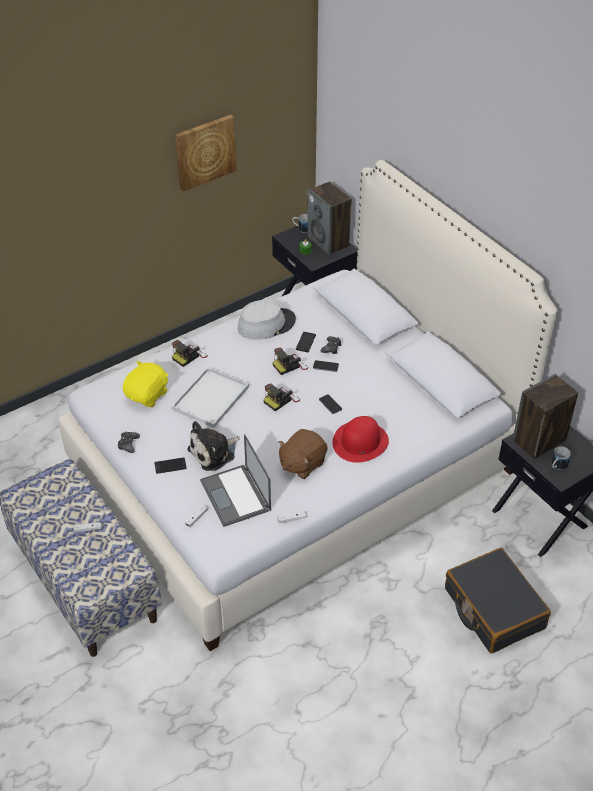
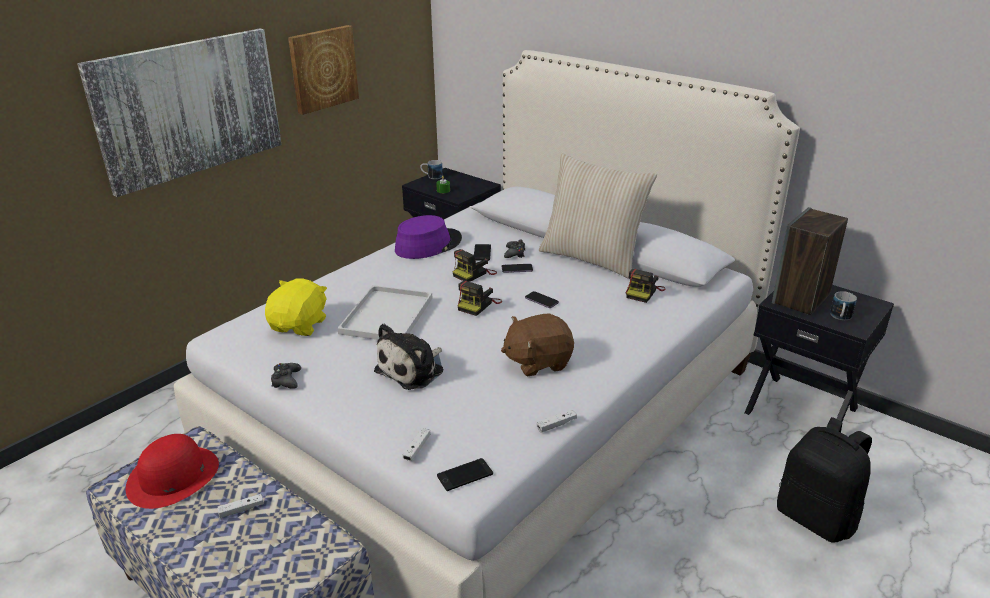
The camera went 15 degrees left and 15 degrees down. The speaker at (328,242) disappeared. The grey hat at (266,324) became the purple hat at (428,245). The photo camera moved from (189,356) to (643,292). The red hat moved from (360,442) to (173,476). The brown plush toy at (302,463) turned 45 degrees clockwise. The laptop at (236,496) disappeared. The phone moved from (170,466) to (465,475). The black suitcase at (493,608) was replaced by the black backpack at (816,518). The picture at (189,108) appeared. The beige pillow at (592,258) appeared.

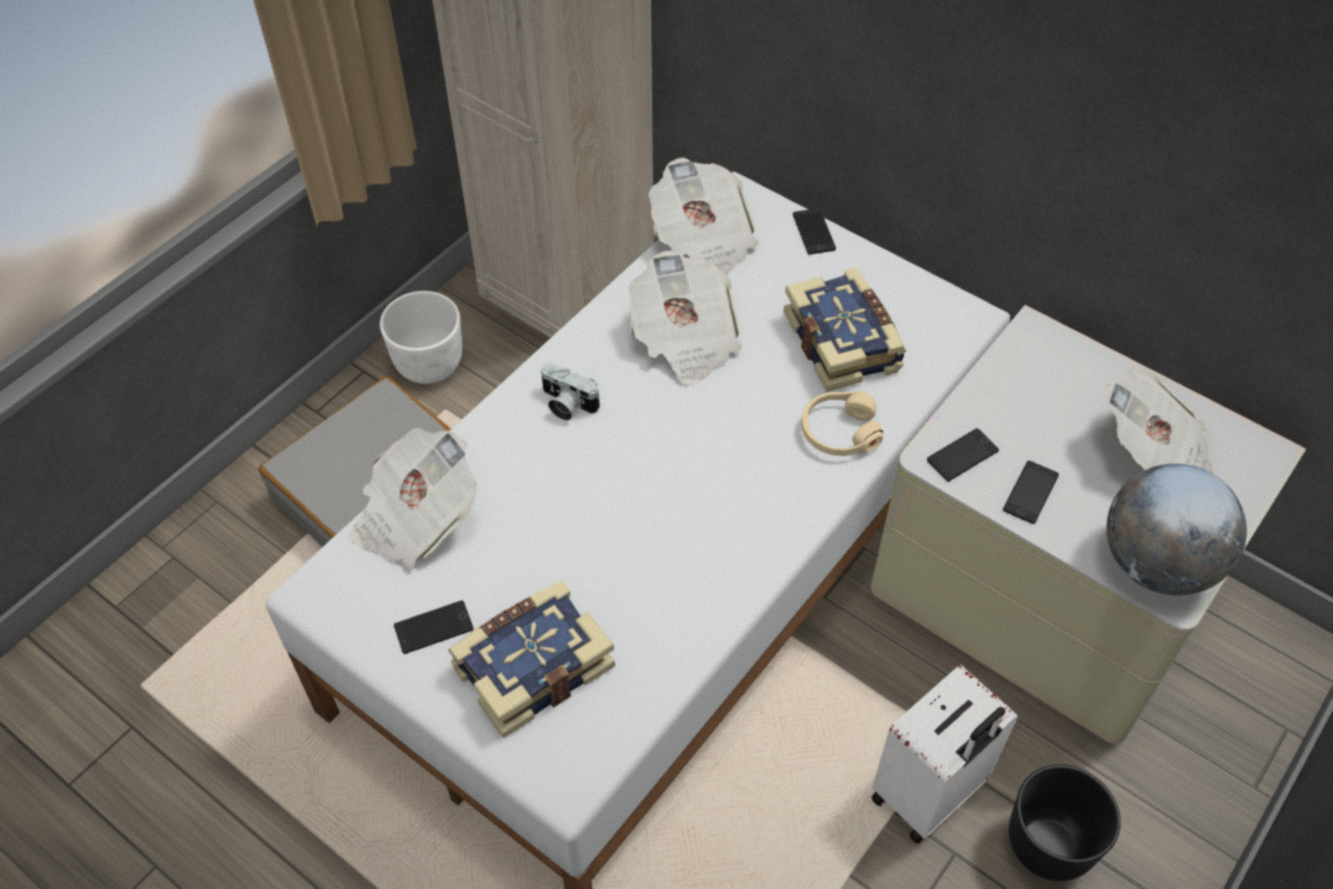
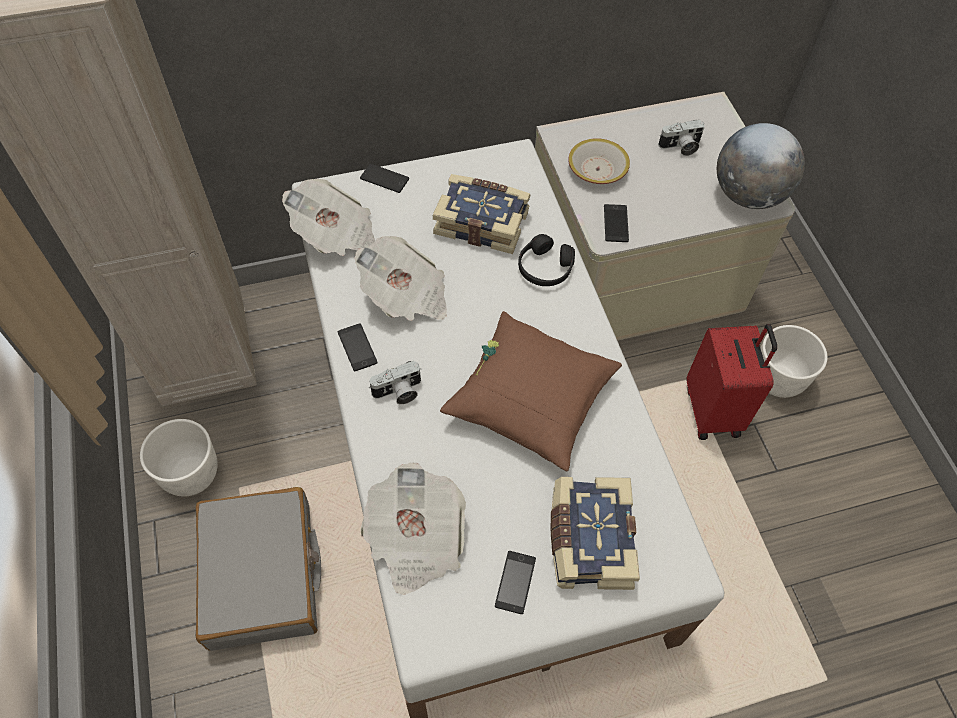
The camera went 55 degrees left and 5 degrees up. The newspaper at (1154,454) was replaced by the photo camera at (680,147). The beige headphones at (839,432) became the black headphones at (545,268). The phone moved from (1030,492) to (357,347). The white suitcase at (929,794) became the red suitcase at (714,411). The black planter at (1049,846) became the white planter at (778,379). The bowl at (597,170) appeared. The brown pillow at (531,400) appeared.

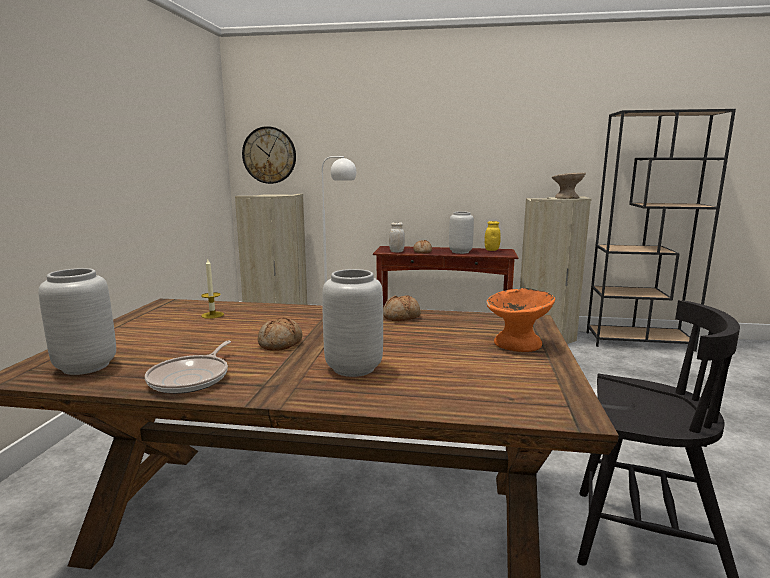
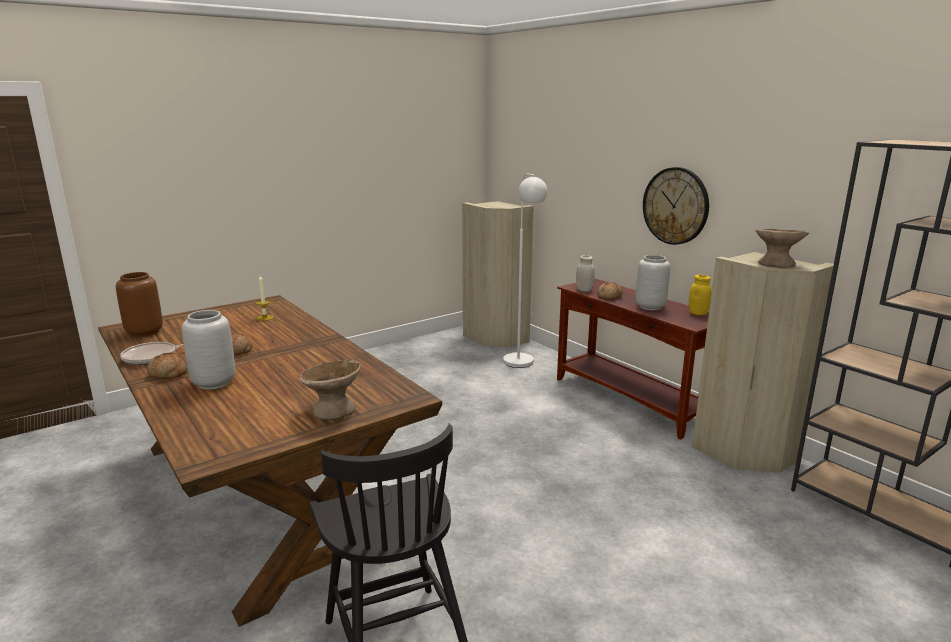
The camera went 45 degrees right and 5 degrees up. The wall clock moved from (269,155) to (675,206). The grey vase at (84,367) became the brown vase at (144,332). The orange bowl at (517,344) became the beige bowl at (334,410). The bread moved from (401,317) to (167,374).

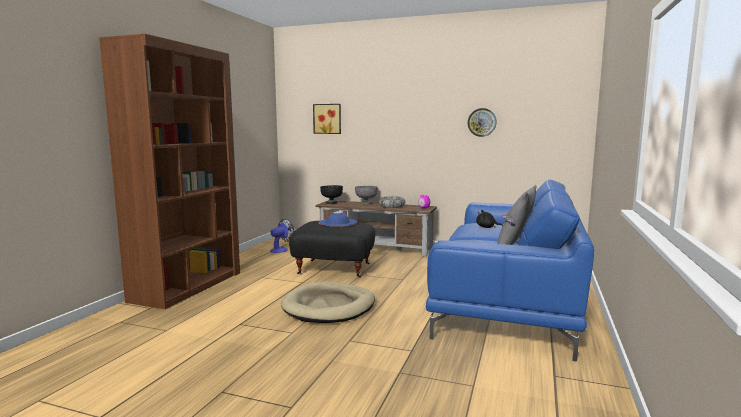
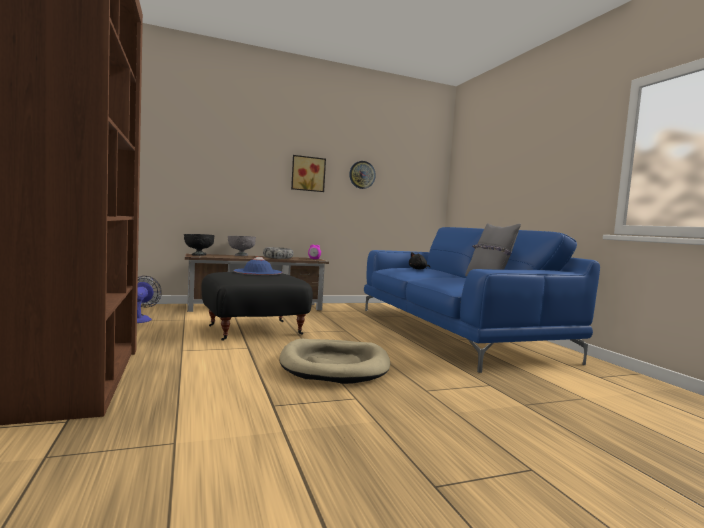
The camera went 40 degrees left and 5 degrees down. The picture moved from (327,119) to (308,174).

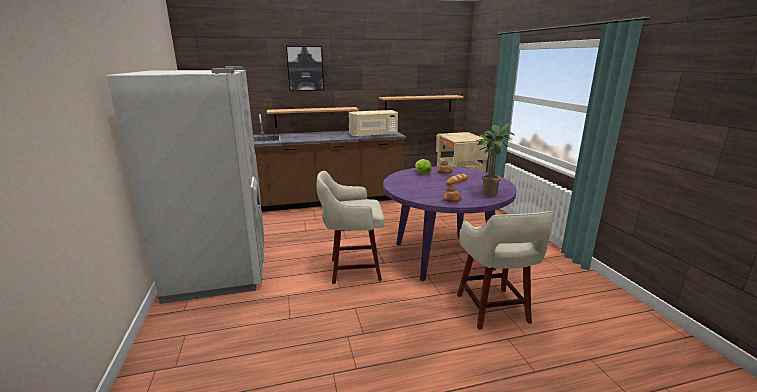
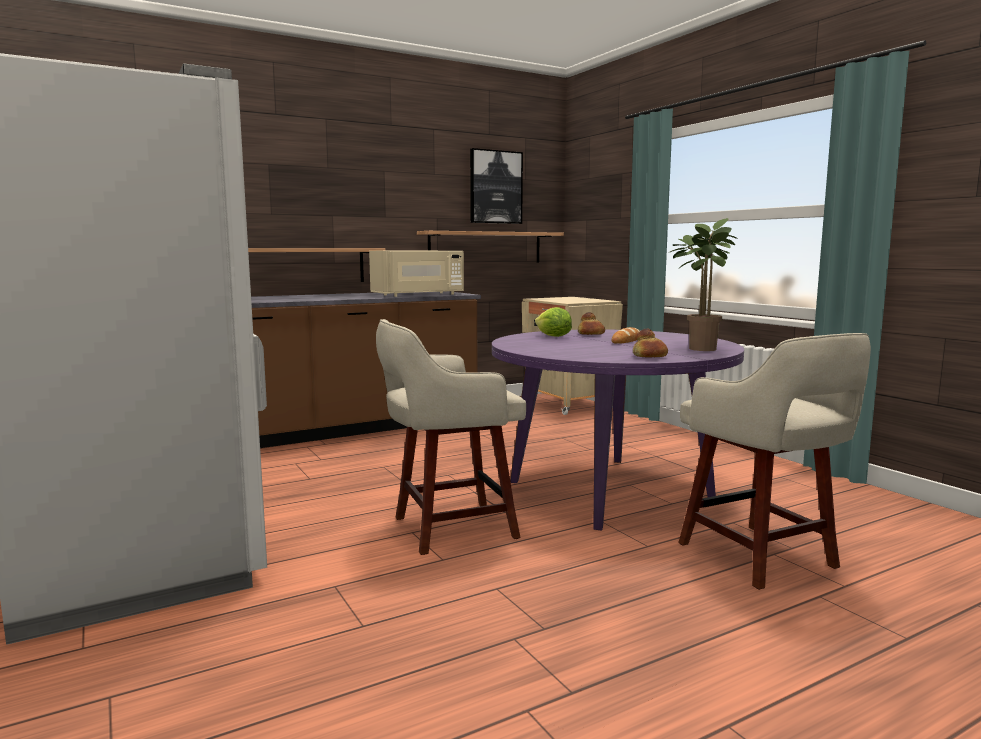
The camera went 15 degrees left and 10 degrees down. The picture moved from (305,68) to (495,187).

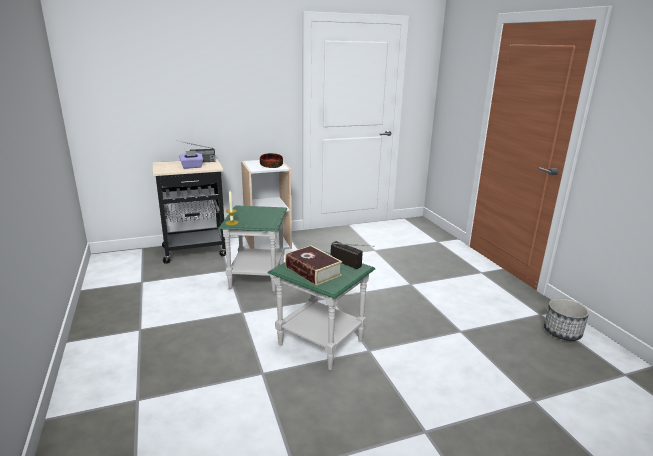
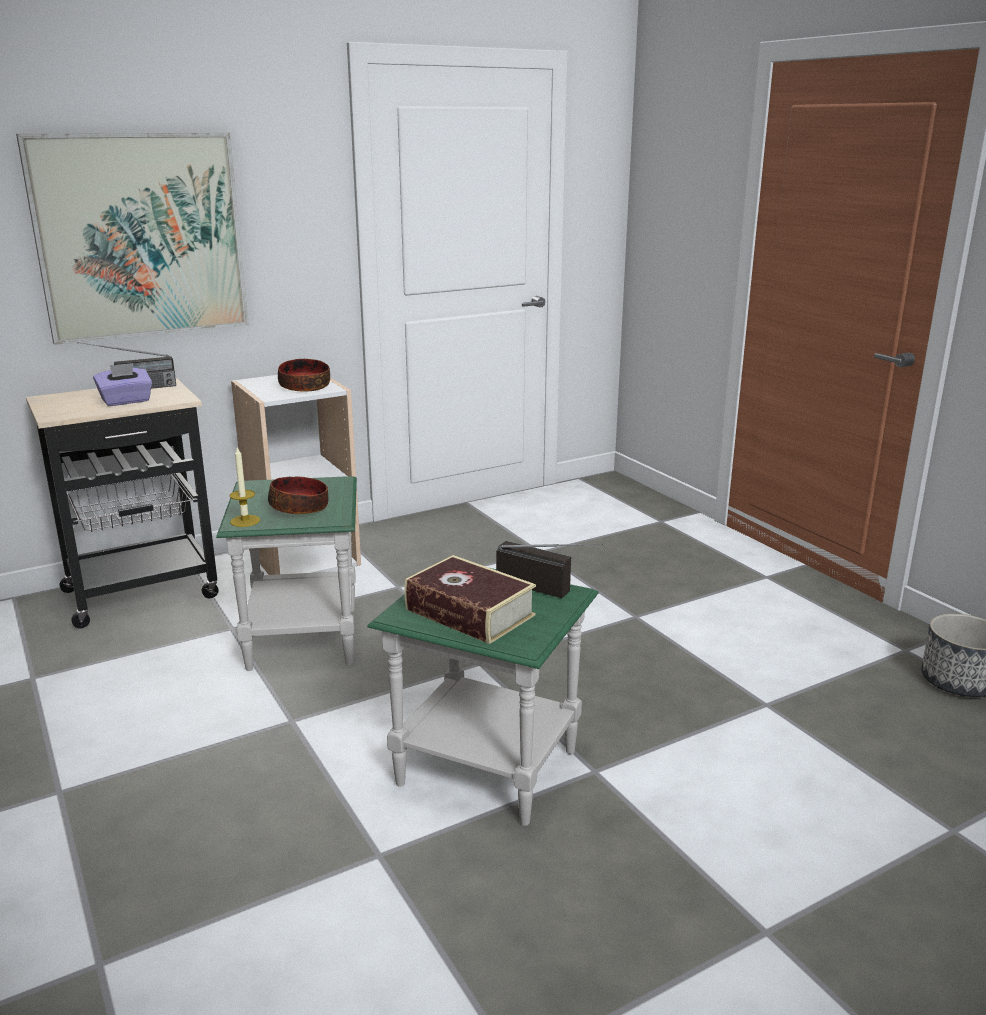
The camera went 10 degrees left and 0 degrees up. The picture at (140,236) appeared. The bowl at (300,508) appeared.

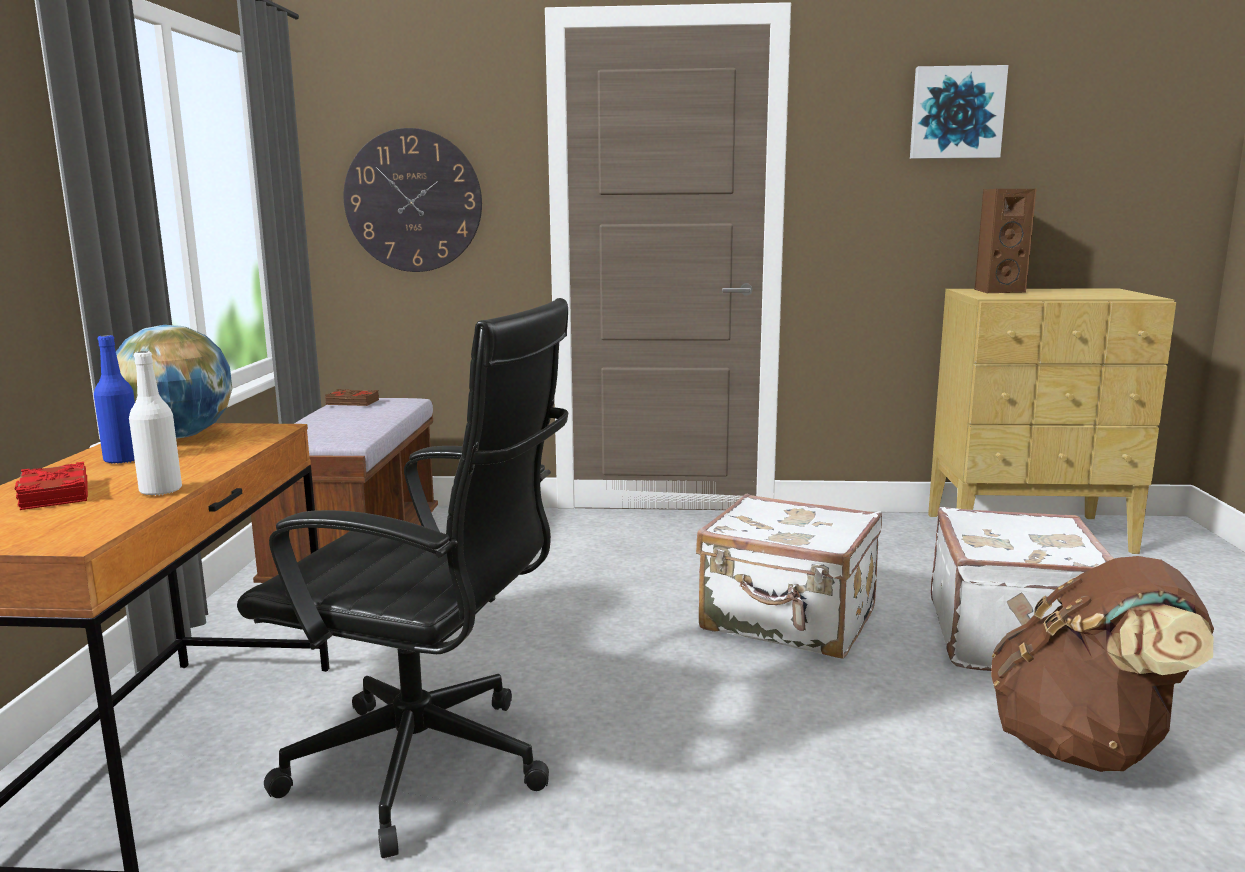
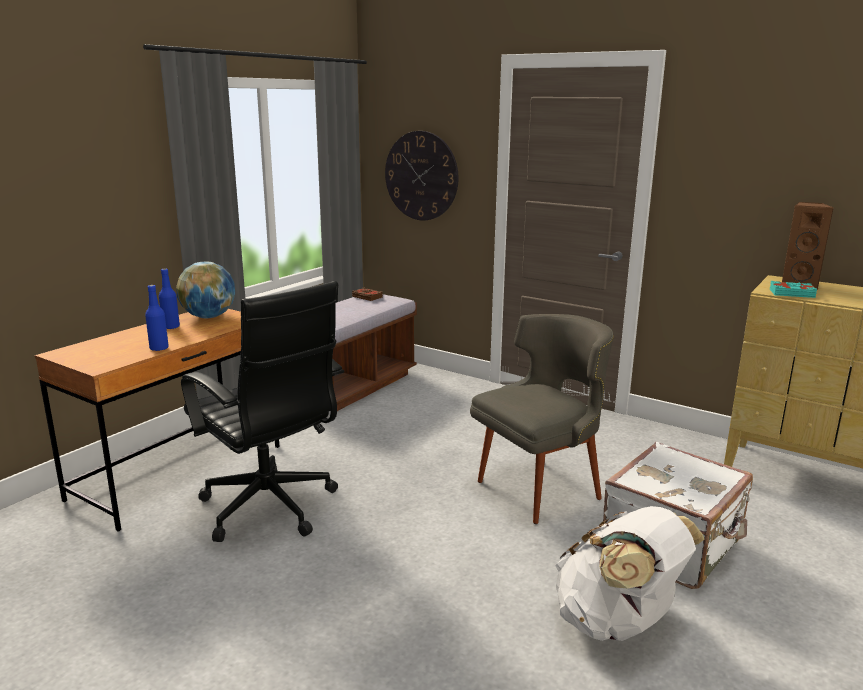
The camera went 30 degrees right and 5 degrees up. The picture at (956,113) disappeared. The white bottle at (161,491) became the blue bottle at (159,348). The red book at (53,495) disappeared. The white suitcase at (788,622) was replaced by the grey chair at (537,491). The brown backpack at (1085,748) became the white backpack at (617,623). The turquoise book at (791,293) appeared.

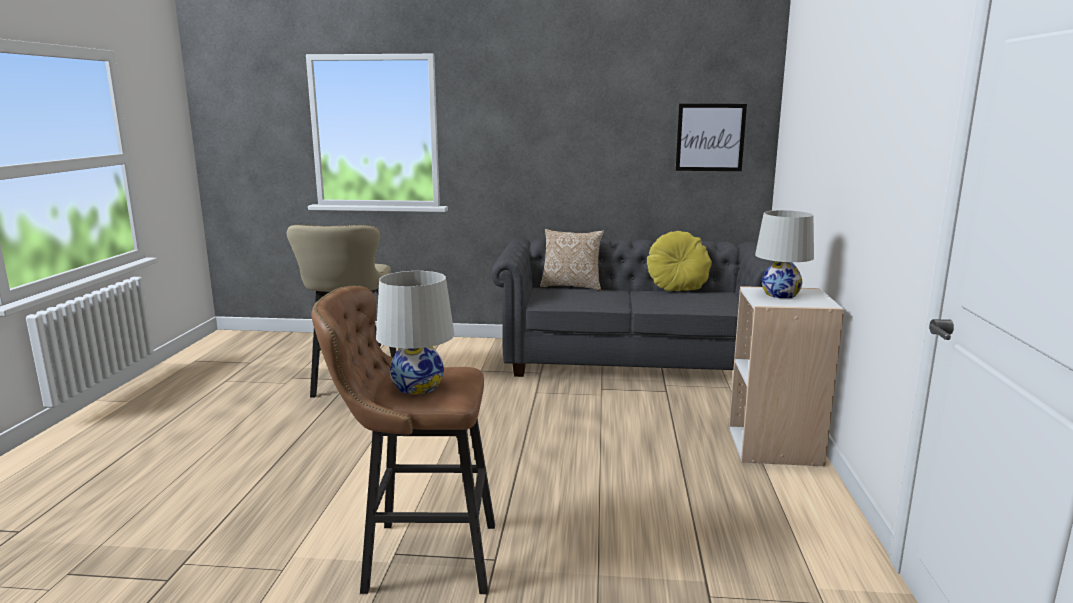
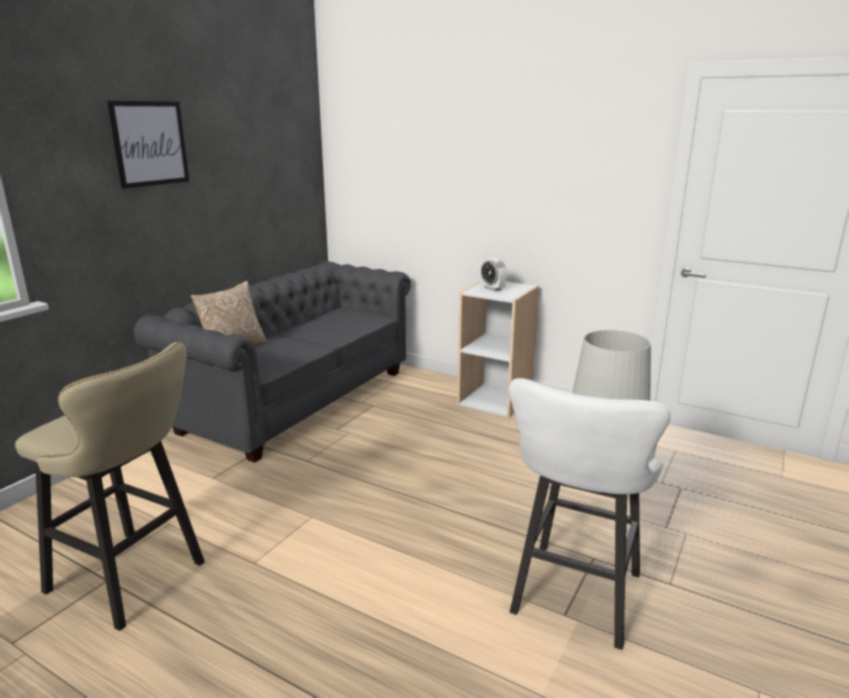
The camera went 65 degrees left and 5 degrees up. The picture moved from (710,137) to (150,143). The white table lamp at (780,294) was replaced by the alarm clock at (492,288). The yellow pillow at (677,289) disappeared. The brown stool at (413,556) became the white stool at (572,604).

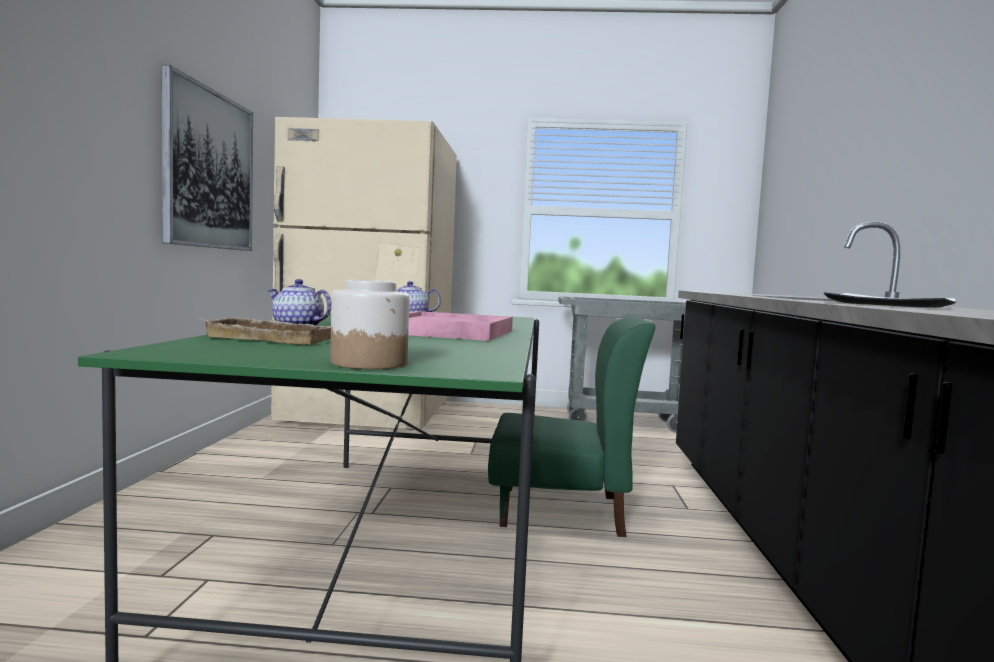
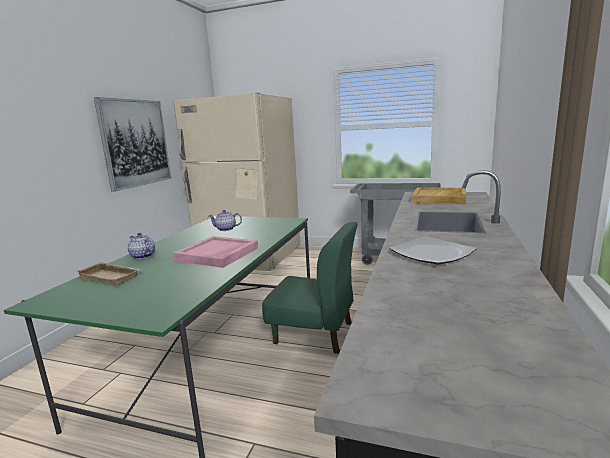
The camera went 15 degrees right and 10 degrees up. The jar at (369,363) disappeared. The beige tray at (439,198) appeared.

